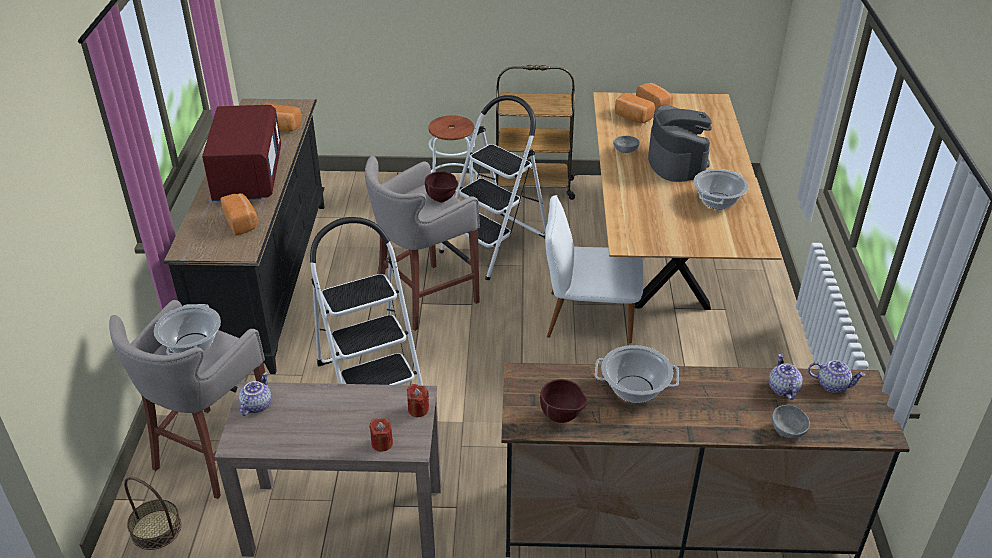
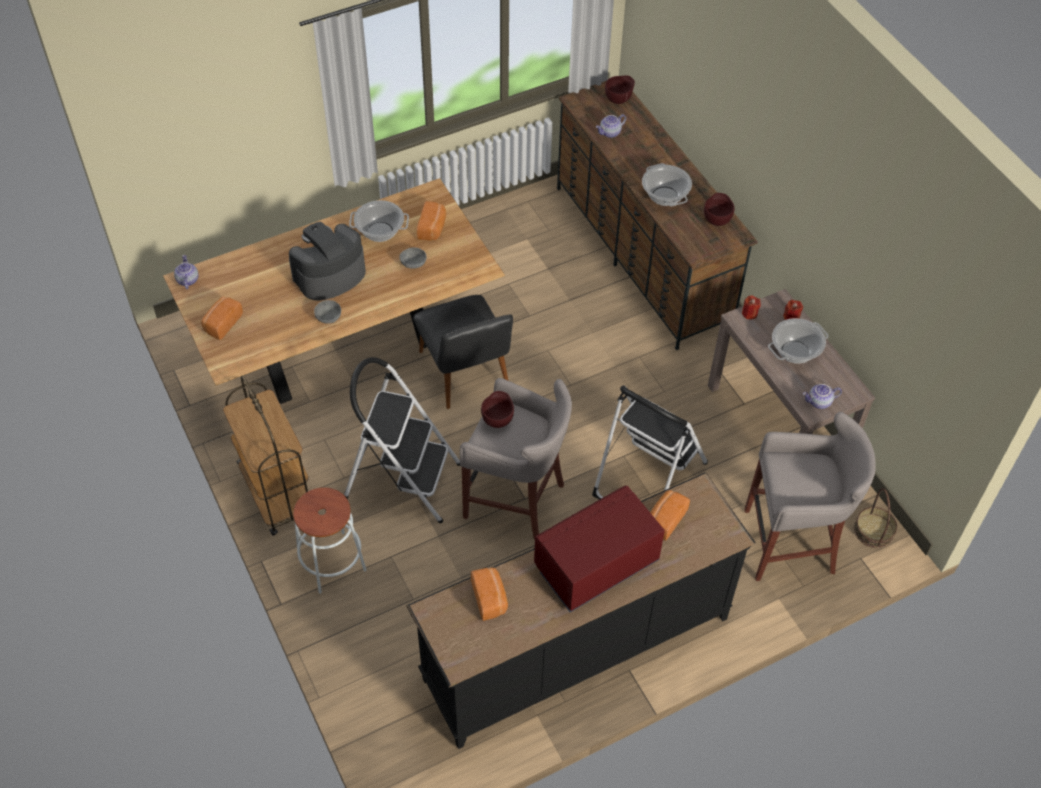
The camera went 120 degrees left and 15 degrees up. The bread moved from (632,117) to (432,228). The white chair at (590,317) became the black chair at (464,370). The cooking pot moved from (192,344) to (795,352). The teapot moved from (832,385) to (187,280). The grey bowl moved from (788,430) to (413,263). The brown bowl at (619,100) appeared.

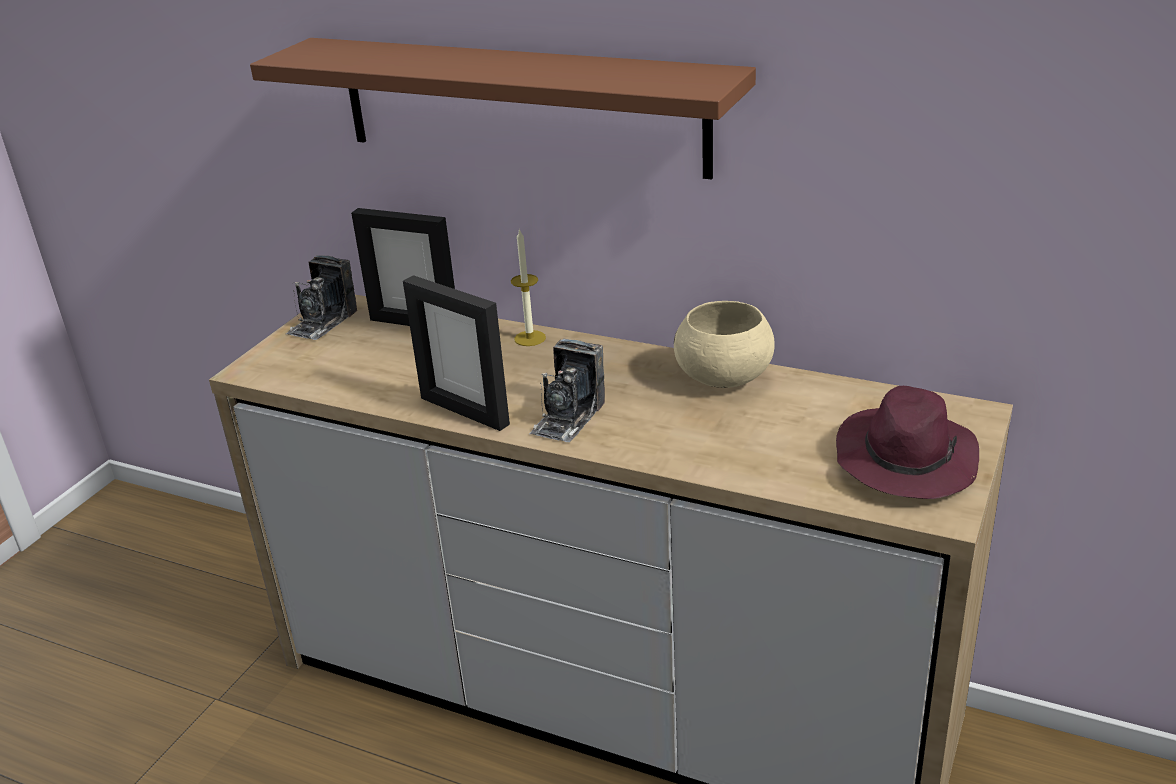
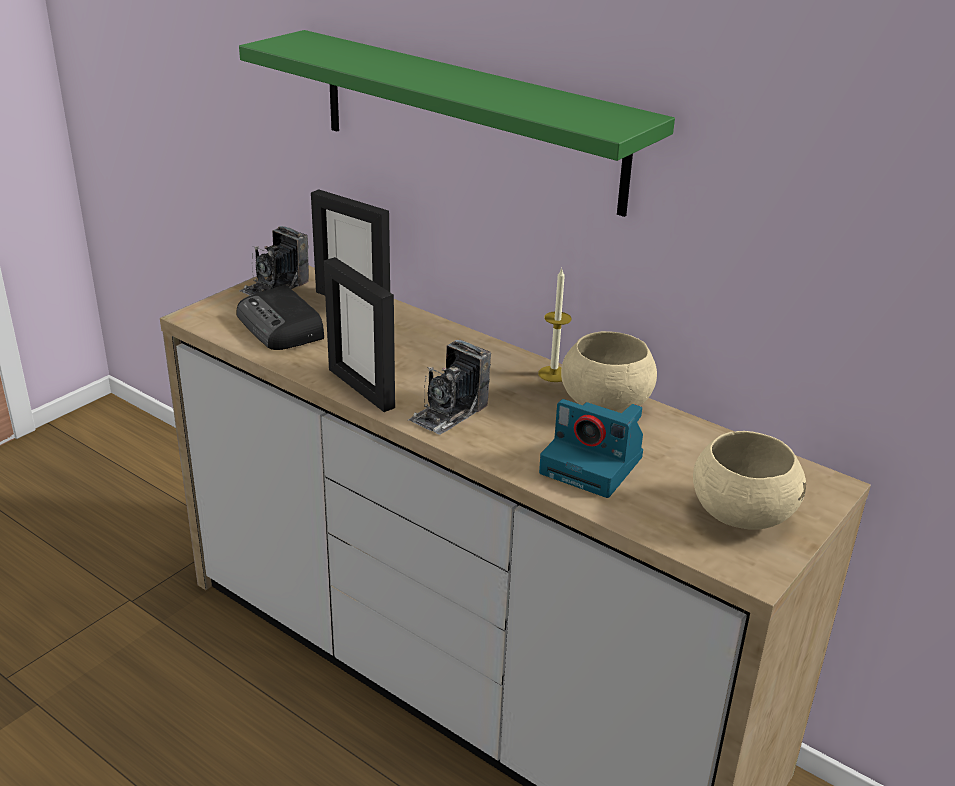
The camera went 10 degrees right and 0 degrees up. The brown shelf at (519,105) became the green shelf at (468,119). The candle moved from (530,338) to (553,374). The purple hat at (905,460) was replaced by the beige bowl at (741,514). The radio at (281,327) appeared. The photo camera at (594,465) appeared.

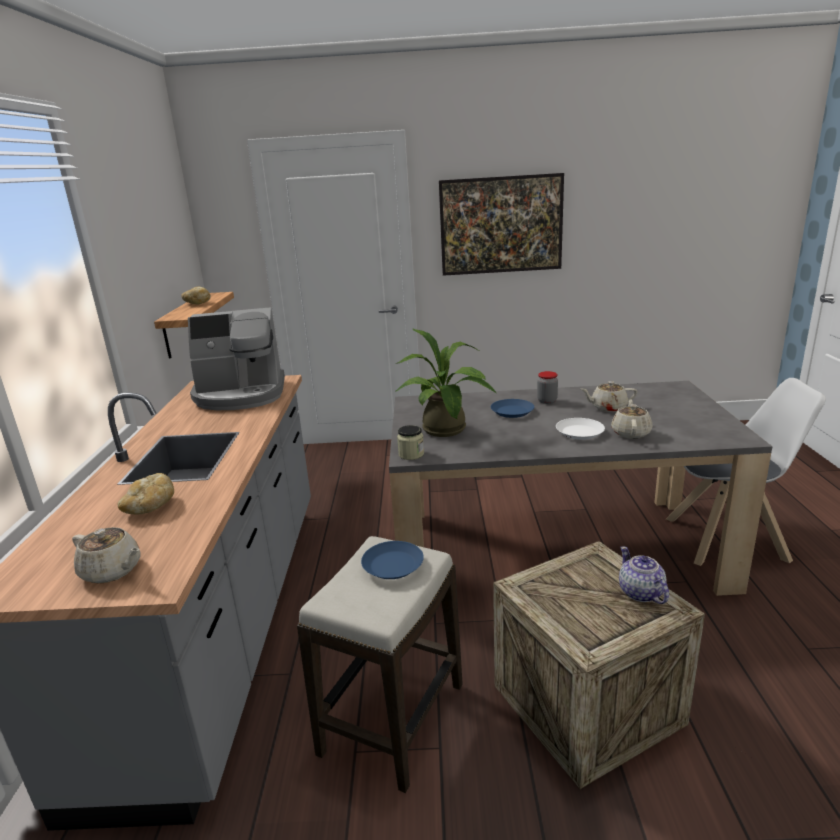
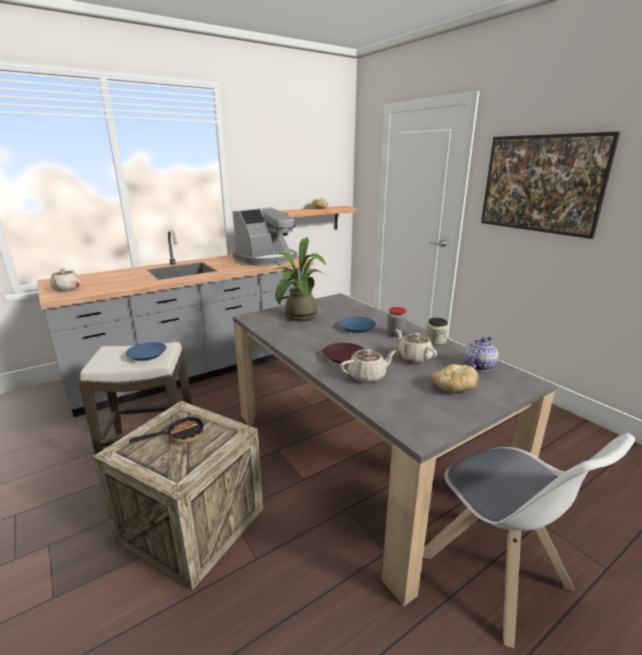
The camera went 55 degrees right and 0 degrees up. The coffee machine at (241,395) turned 90 degrees counterclockwise. The white plate at (579,433) became the brown plate at (344,357). The jar moved from (411,454) to (435,341). The bread moved from (150,507) to (453,388). The teapot moved from (640,593) to (478,366). The frying pan at (179,436) appeared.

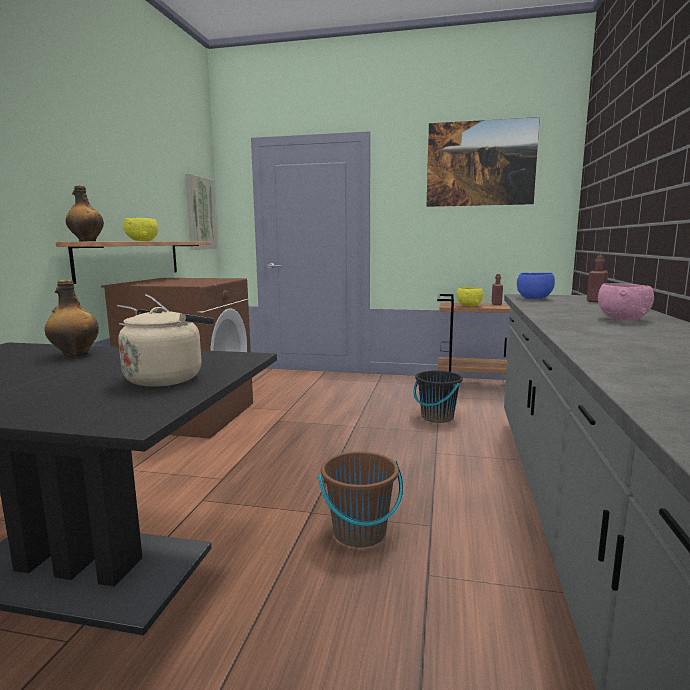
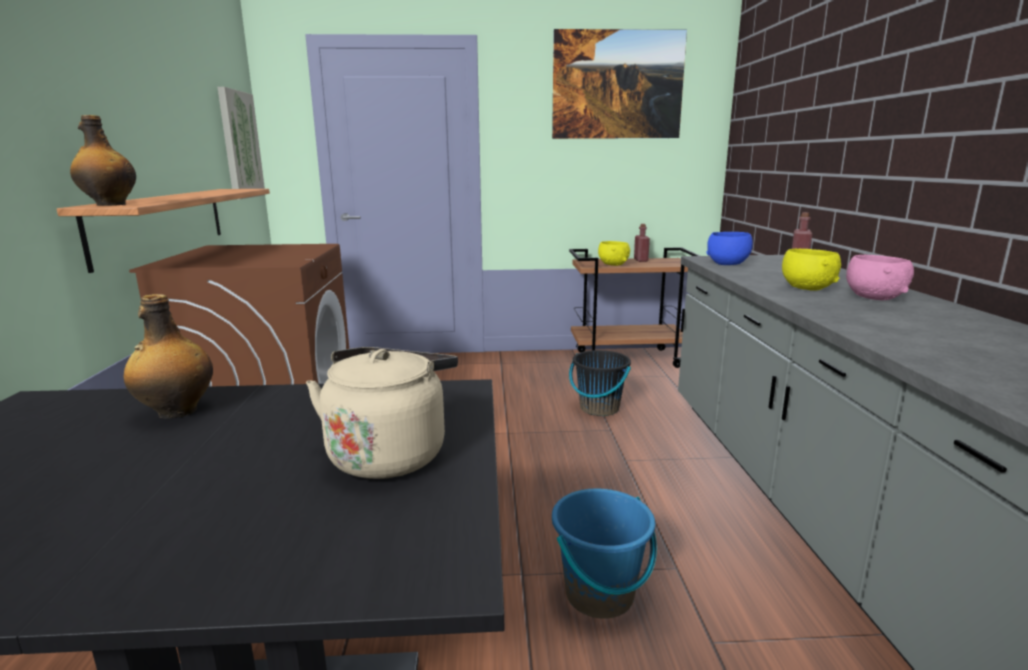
The camera went 15 degrees left and 5 degrees up. The yellow bowl moved from (142,241) to (807,288). The brown bucket at (360,532) became the blue bucket at (600,595).

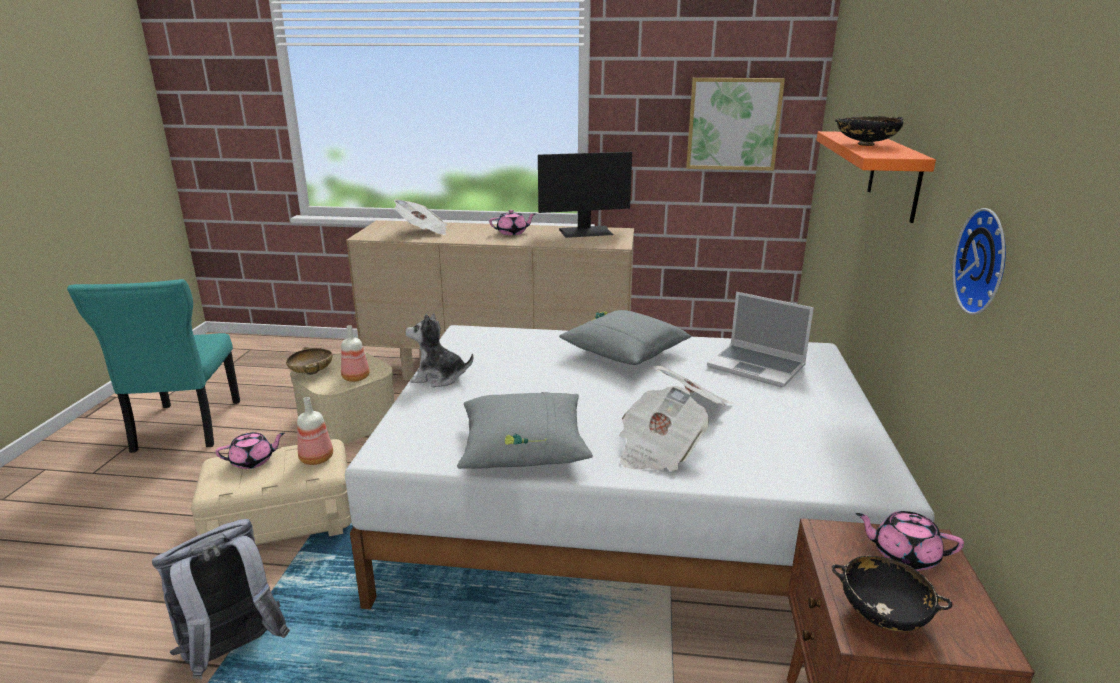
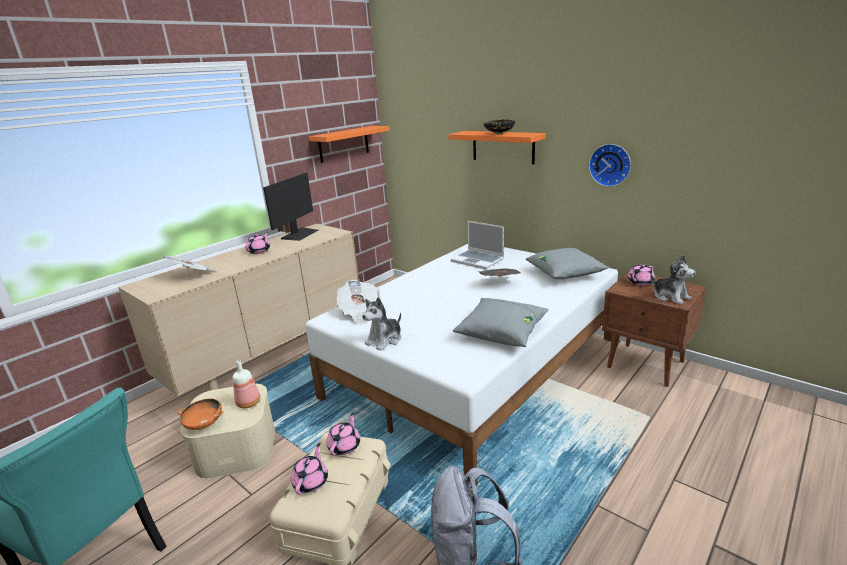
The camera went 55 degrees left and 0 degrees up. The picture at (733,124) was replaced by the orange shelf at (343,144). The laptop at (757,367) turned 60 degrees clockwise. The grey pillow moved from (625,353) to (564,274). The beige bowl at (311,372) became the orange bowl at (204,424). The newspaper moved from (657,450) to (361,313). The bottle at (317,458) was replaced by the pink teapot at (345,446). The black bowl at (882,614) was replaced by the plush toy at (670,297).

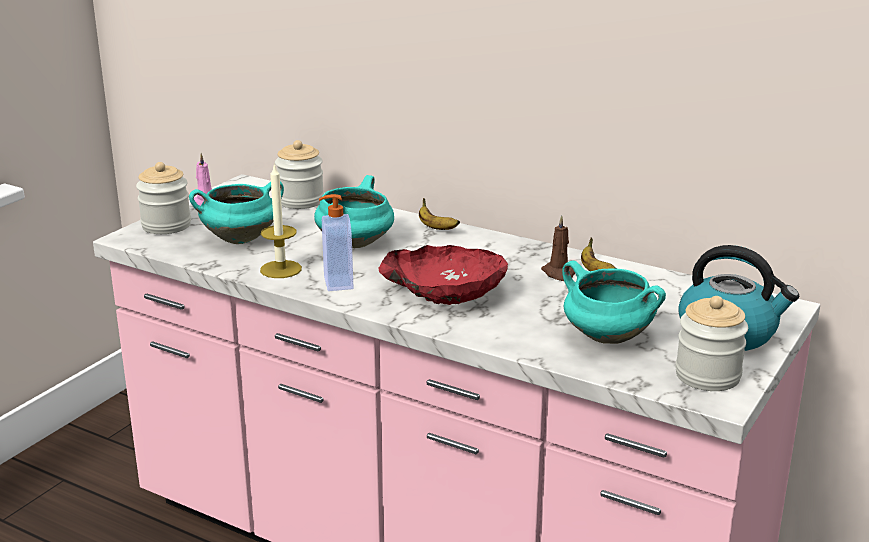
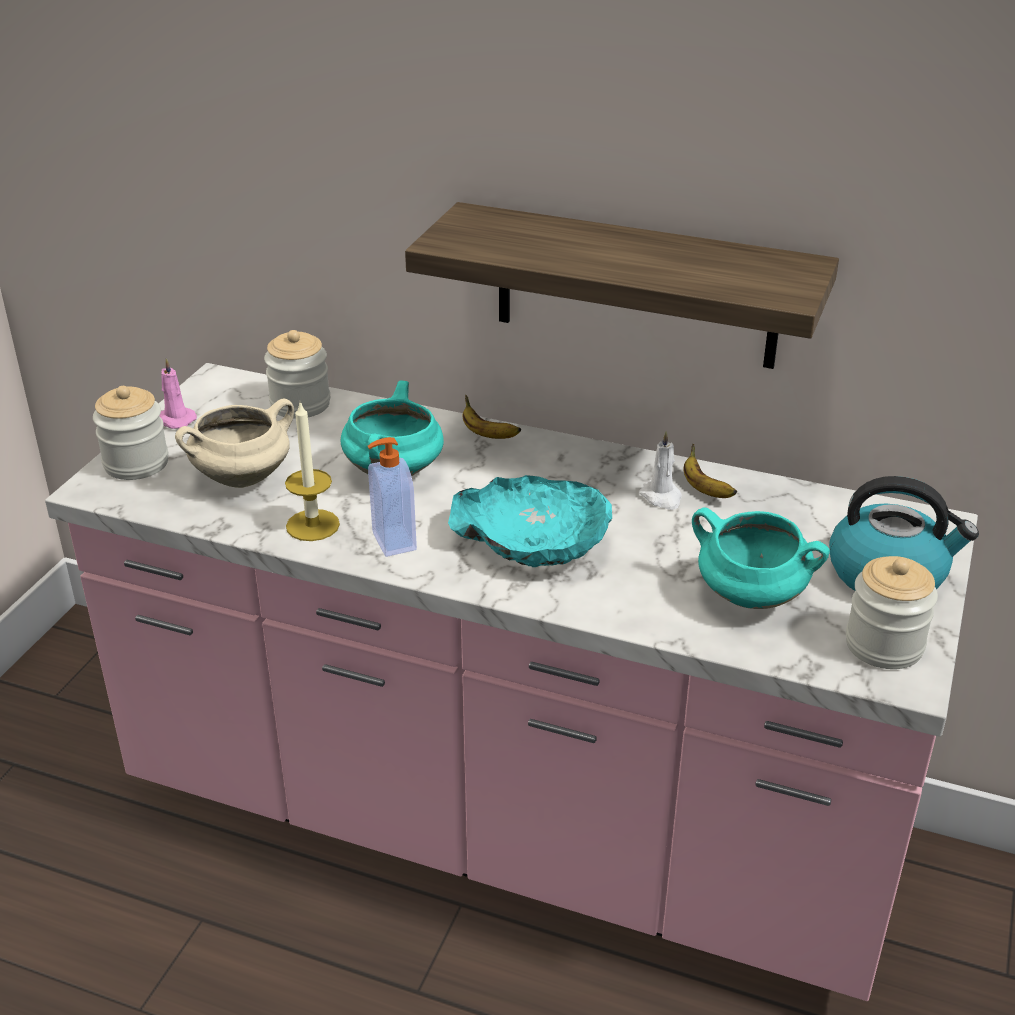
The camera went 10 degrees left and 10 degrees up. The turquoise cooking pot at (241,238) became the beige cooking pot at (243,477). The brown candle at (559,273) became the white candle at (662,497). The red bowl at (445,291) became the turquoise bowl at (533,541). The shelf at (636,286) appeared.

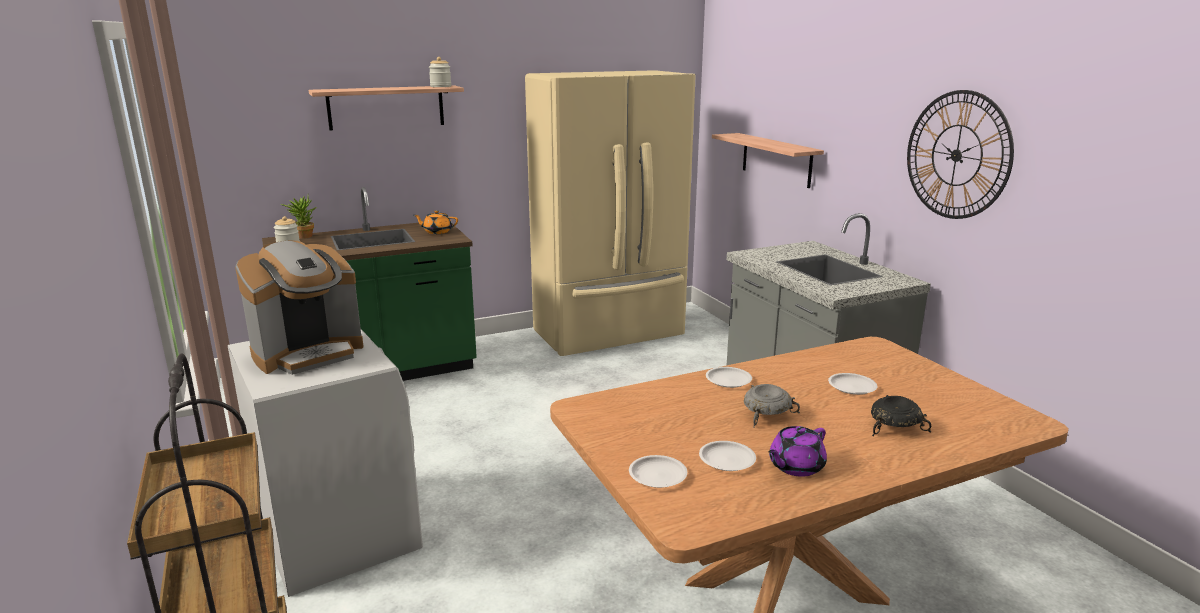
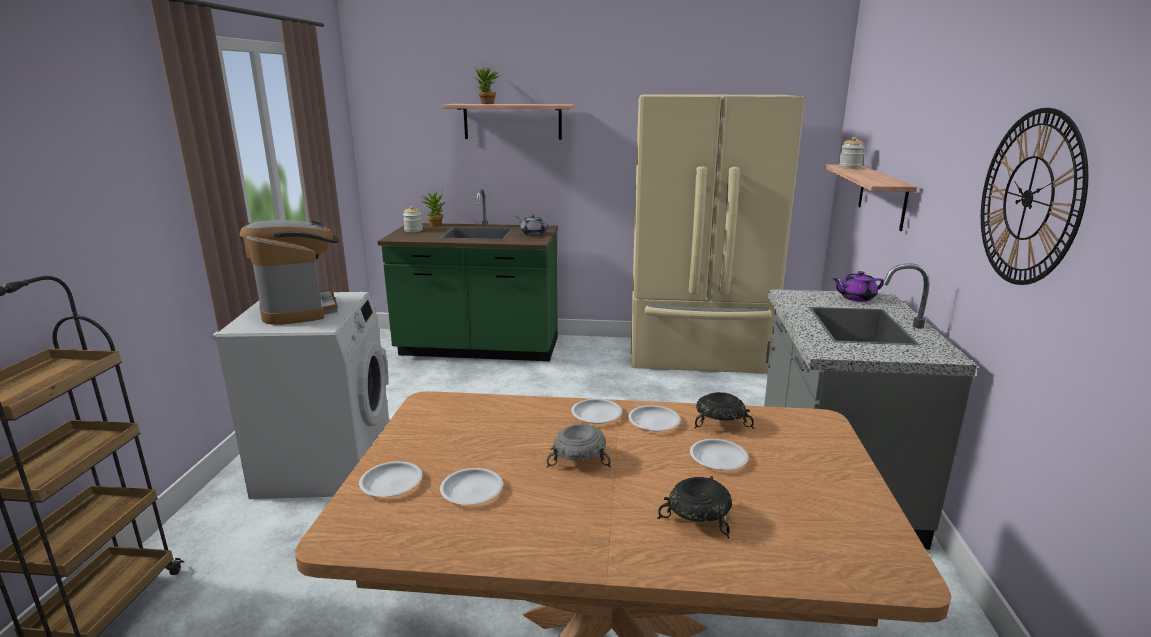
The camera went 30 degrees right and 0 degrees up. The jar moved from (440,86) to (850,167). The orange teapot at (437,232) became the grey teapot at (532,234). The coffee machine at (309,353) turned 105 degrees counterclockwise. The purple teapot moved from (795,466) to (856,298). The potted plant at (487,104) appeared. The black bowl at (720,423) appeared. The white plate at (654,422) appeared.

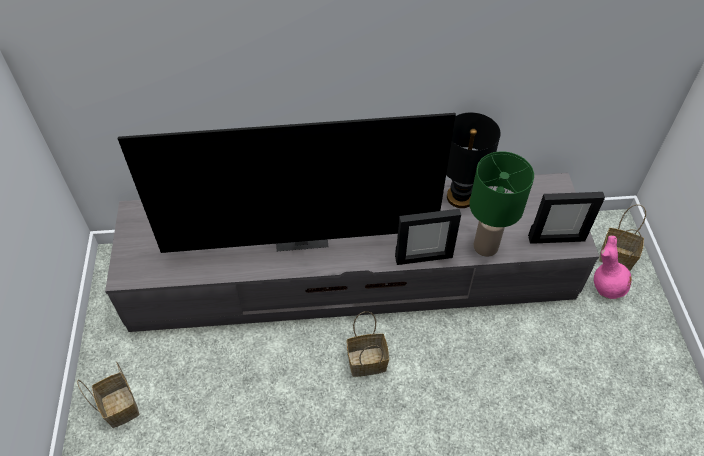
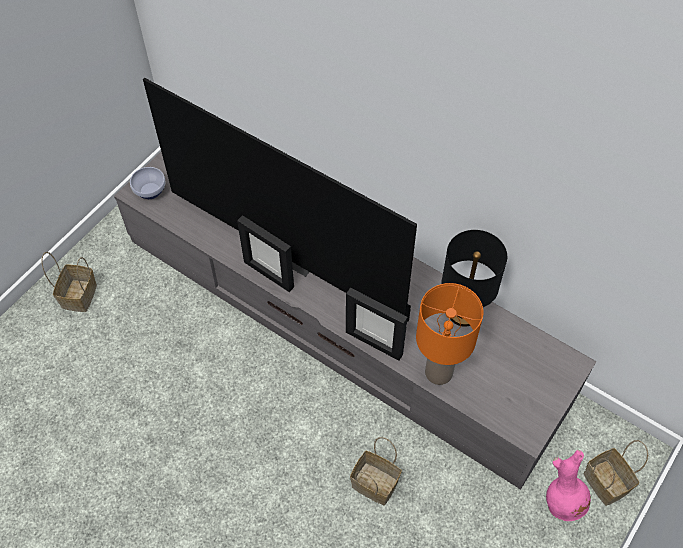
The camera went 40 degrees right and 5 degrees up. The green table lamp at (486,246) became the orange table lamp at (439,372). The picture frame moved from (556,238) to (269,273). The basket moved from (366,363) to (373,484). The bowl at (149,190) appeared.

